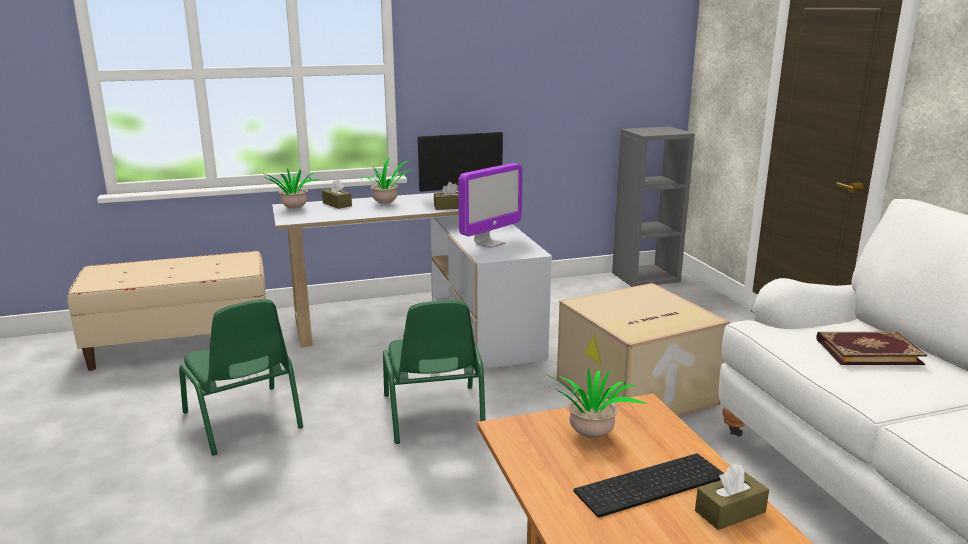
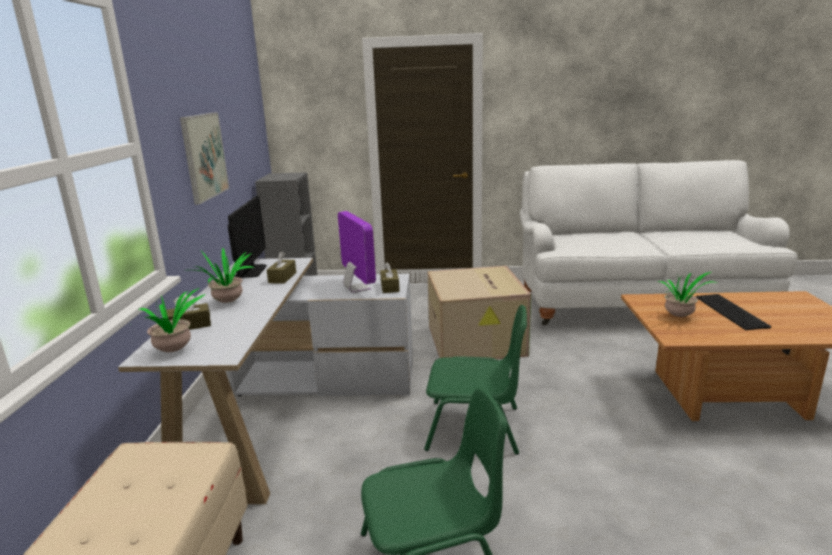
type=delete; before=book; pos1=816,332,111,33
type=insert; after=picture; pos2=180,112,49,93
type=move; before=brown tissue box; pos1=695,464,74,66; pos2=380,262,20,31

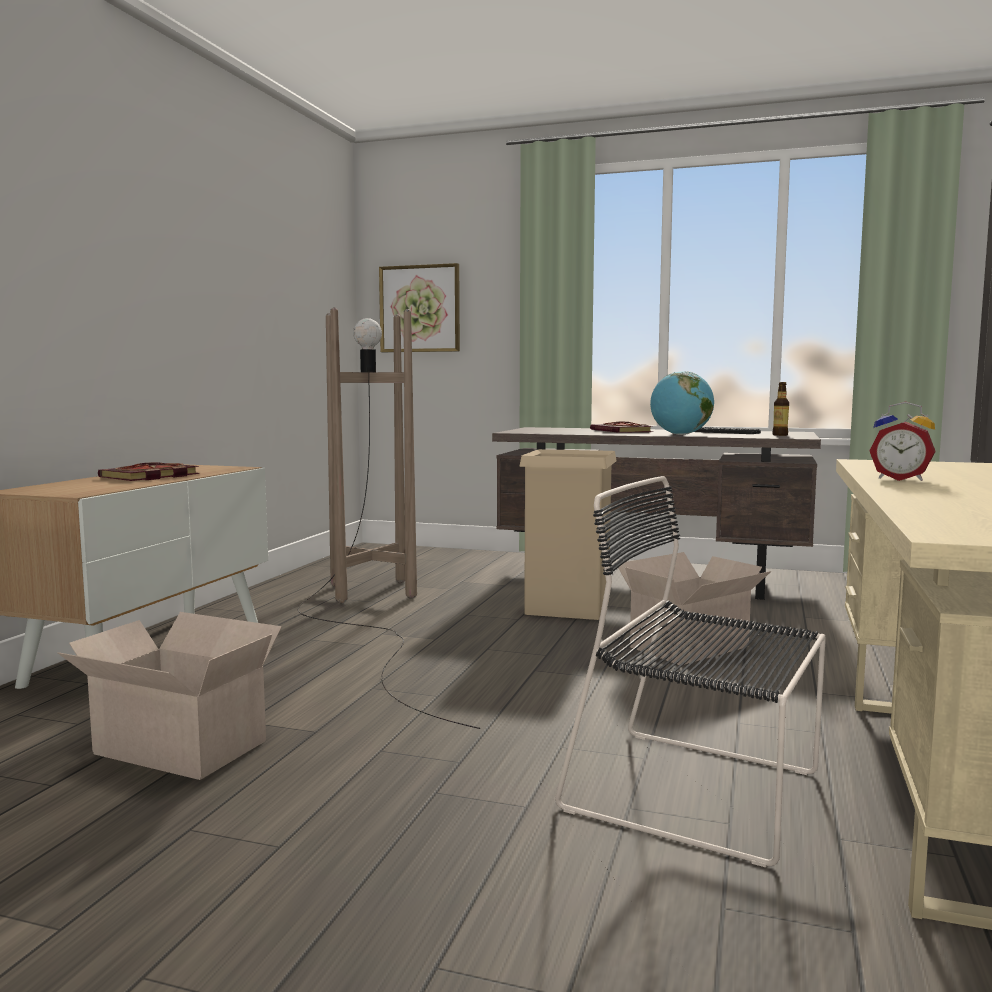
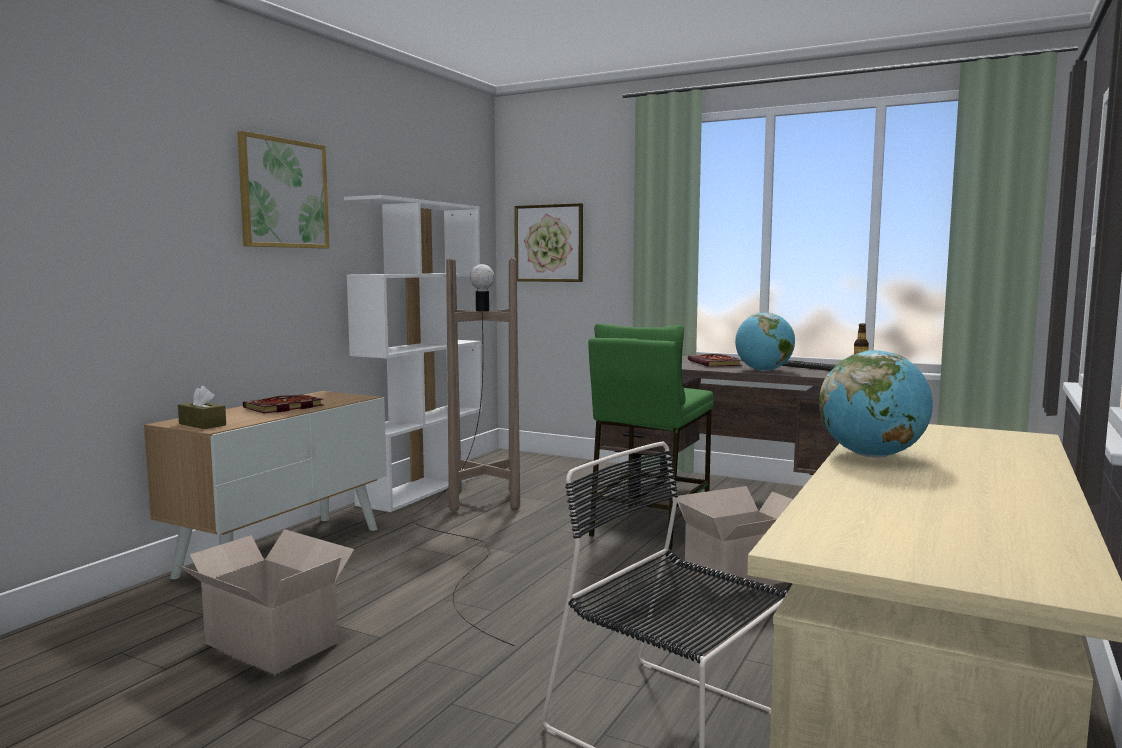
type=insert; after=brown tissue box; pos2=178,386,48,43
type=insert; after=picture; pos2=237,131,93,118
type=insert; after=white bookcase; pos2=344,195,138,317
type=replace; before=beige trash can; after=green stool; pos1=519,449,97,171; pos2=588,324,126,226
type=replace; before=alarm clock; after=globe; pos1=869,402,67,79; pos2=819,350,114,108

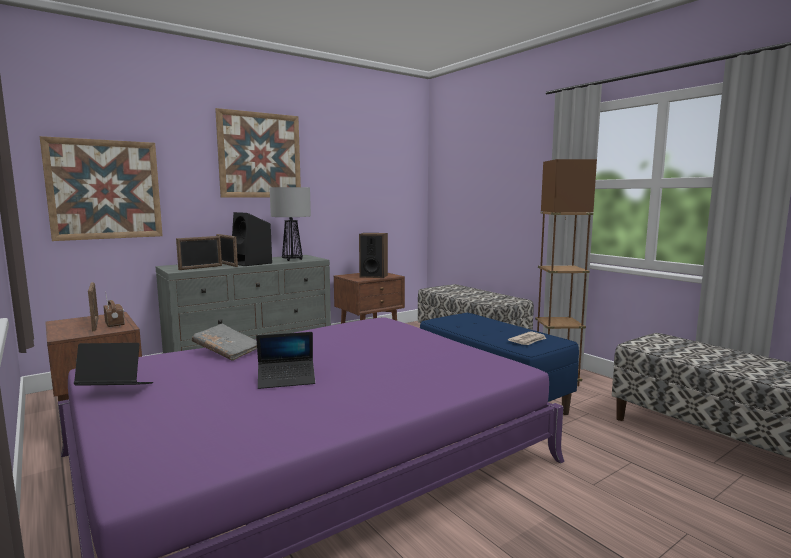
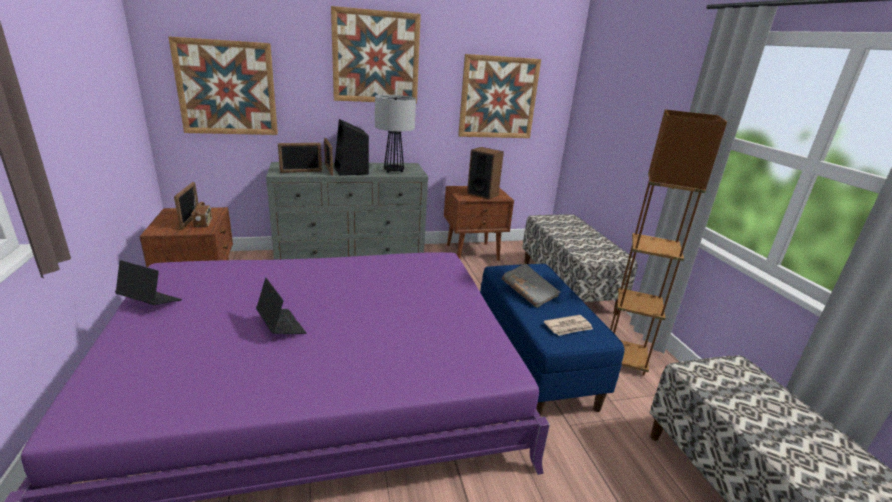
type=insert; after=picture; pos2=458,54,83,84
type=move; before=grey book; pos1=192,323,65,38; pos2=502,263,58,45
type=rotate; before=laptop; pos1=256,332,59,57; pos2=256,278,50,56; turn=-135

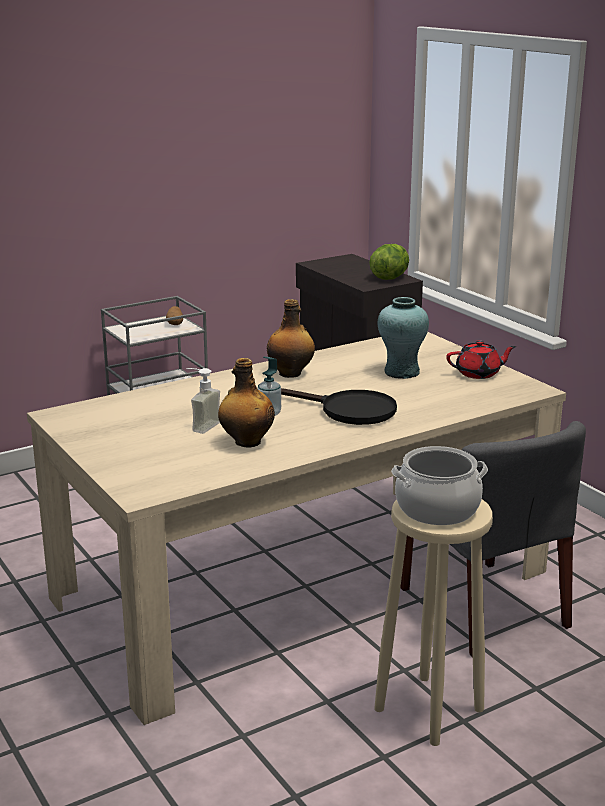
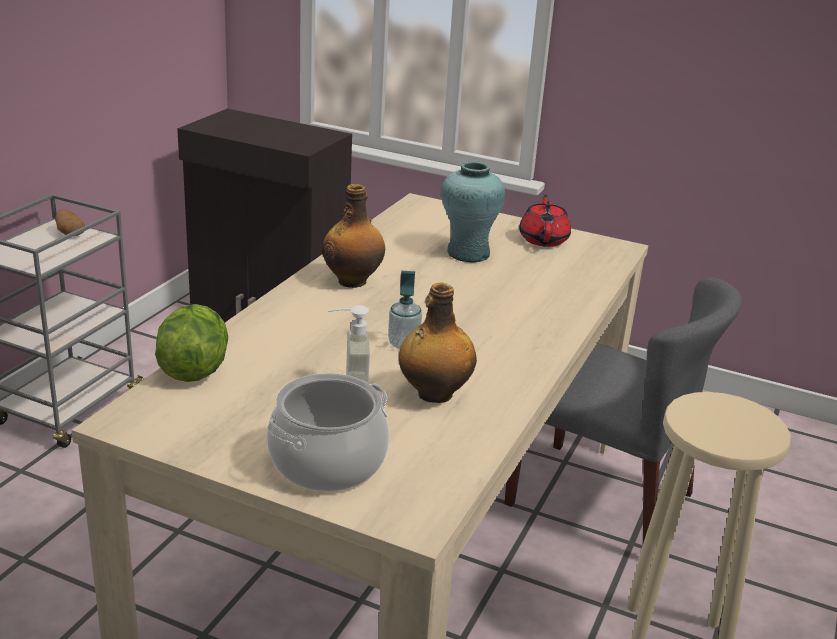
type=delete; before=black frying pan; pos1=281,388,116,37
type=move; before=lettuce; pos1=369,244,40,36; pos2=155,304,73,78
type=move; before=cooking pot; pos1=391,446,97,79; pos2=267,373,122,118
type=rotate; before=red teapot; pos1=446,340,70,39; pos2=519,195,52,52; turn=-45

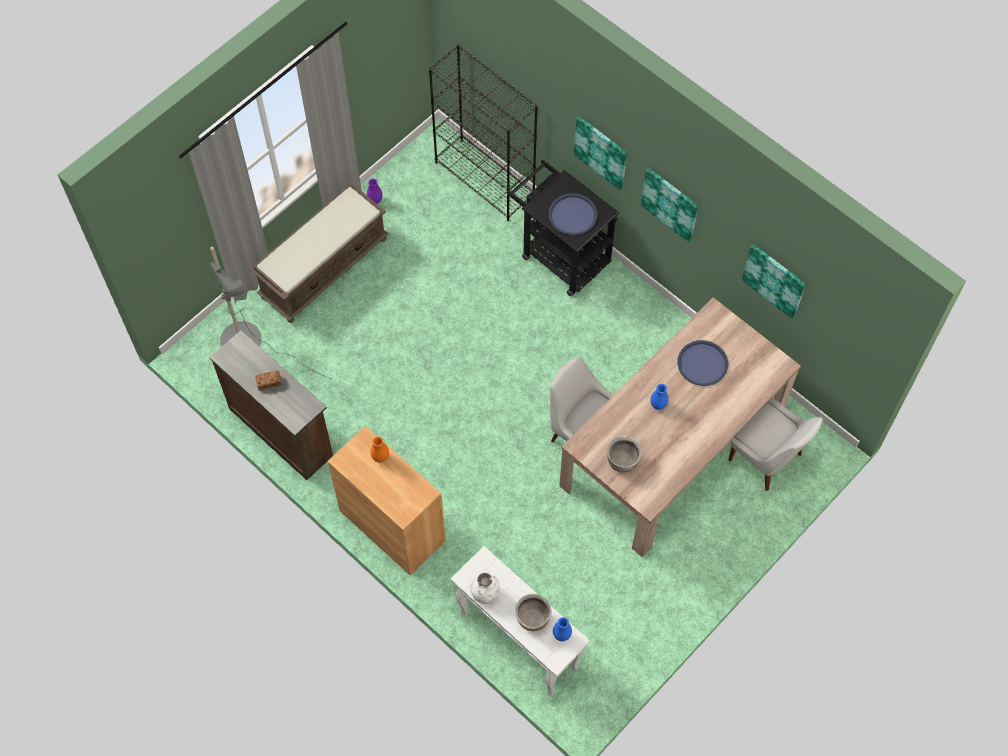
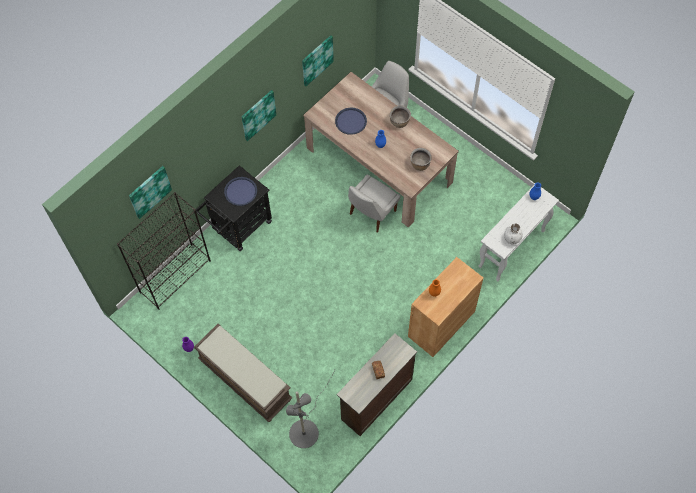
type=move; before=brown cooking pot; pos1=515,594,37,37; pos2=390,105,21,23
type=move; before=picture; pos1=574,116,53,74; pos2=129,166,43,53

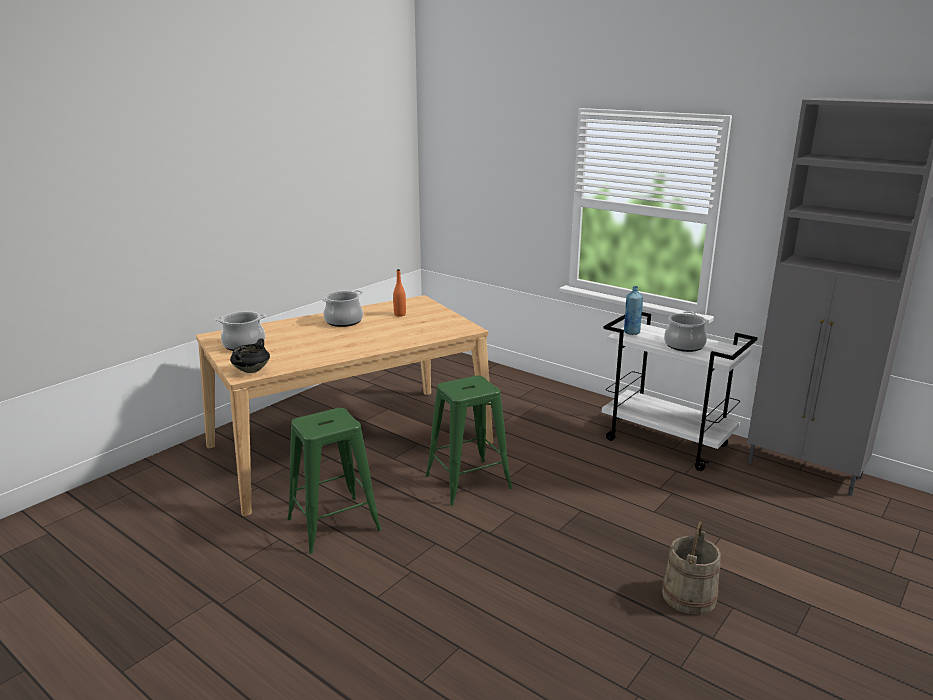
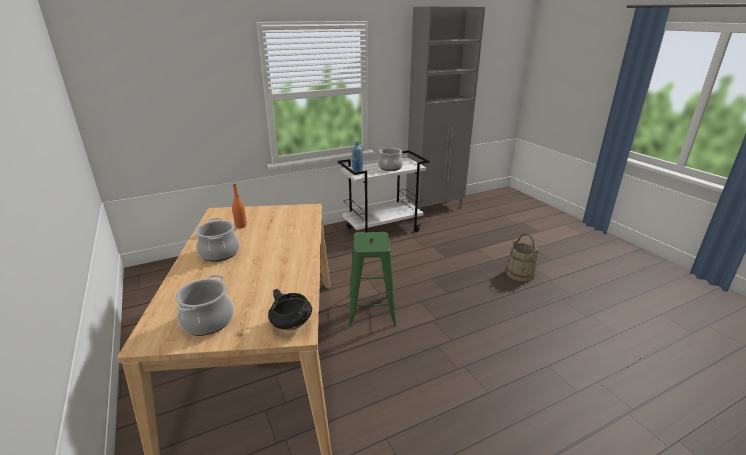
type=delete; before=green stool; pos1=287,408,95,146

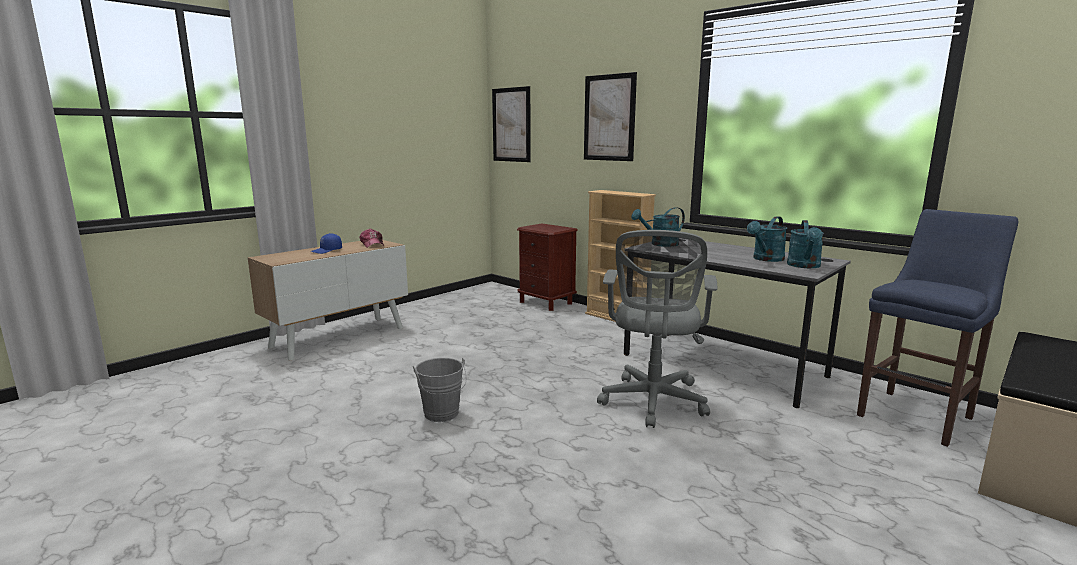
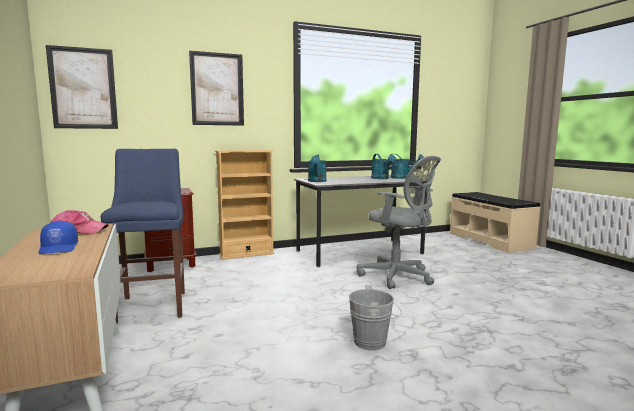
type=move; before=blue stool; pos1=857,209,161,238; pos2=101,149,84,175

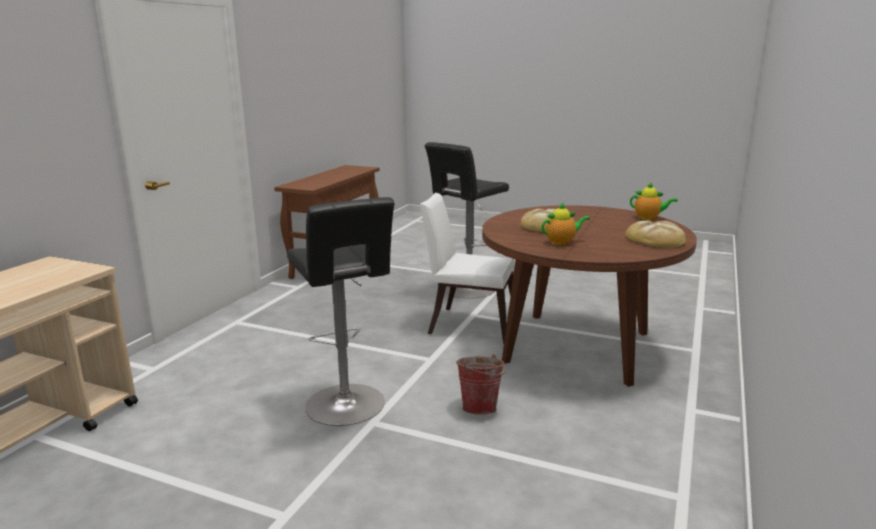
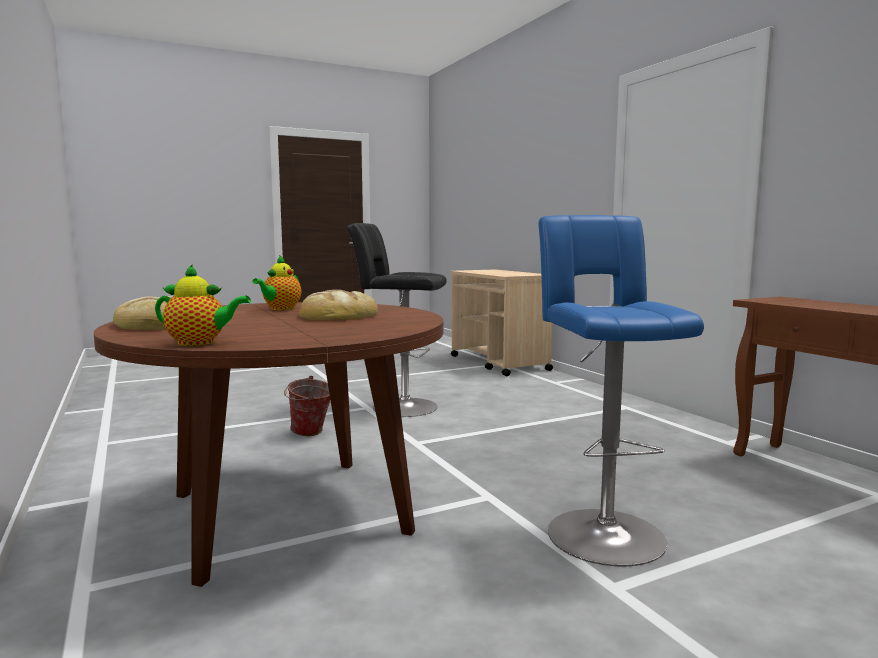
type=delete; before=white chair; pos1=420,193,94,151
type=recolor; before=black stool; after=blue stool; pos1=424,142,85,157; pos2=538,215,166,351
type=rotate; before=teapot; pos1=630,182,48,38; pos2=155,264,96,82; turn=-150

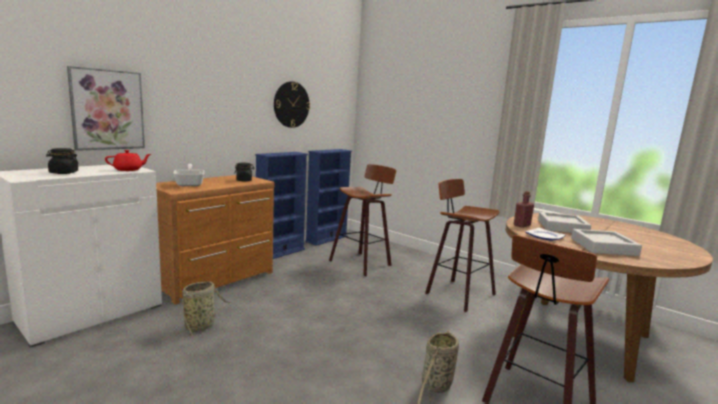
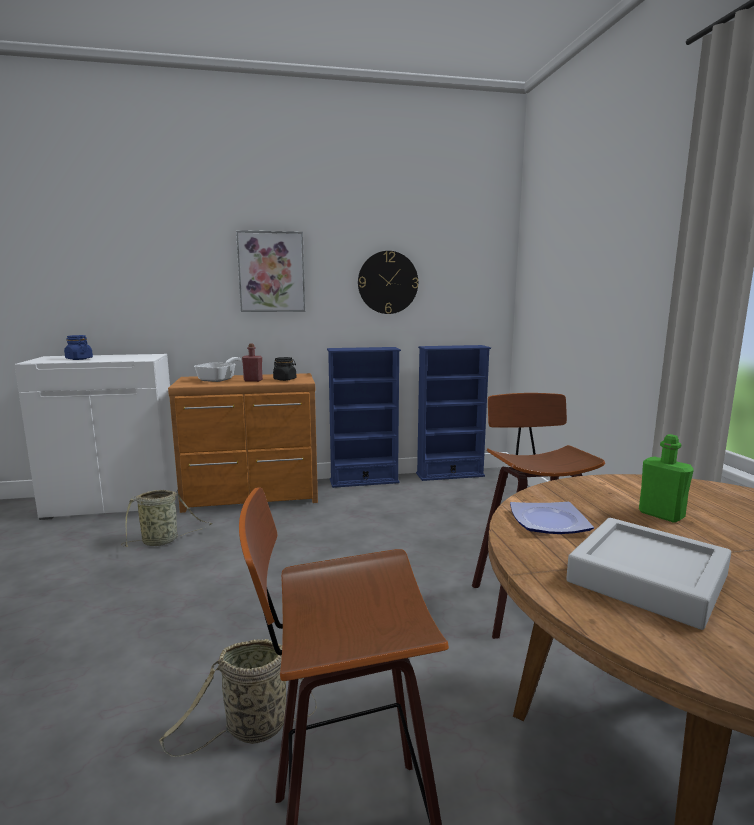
type=delete; before=red teapot; pos1=105,150,46,21
type=delete; before=stool; pos1=329,164,67,113
type=move; before=picture; pos1=67,66,78,85; pos2=236,230,69,82
type=move; before=red bottle; pos1=514,191,20,36; pos2=242,344,21,38
type=replace; before=grey tray; after=green bottle; pos1=538,212,53,21; pos2=639,434,55,89
type=recolor; before=black jar; after=blue jar; pos1=46,148,33,26; pos2=64,335,29,25

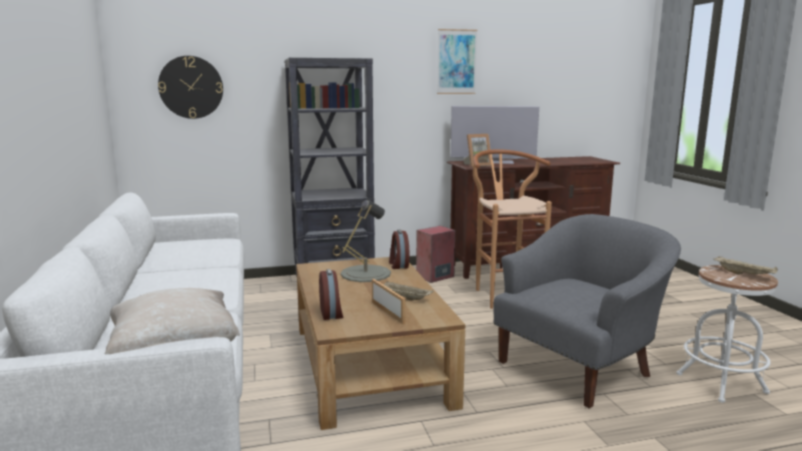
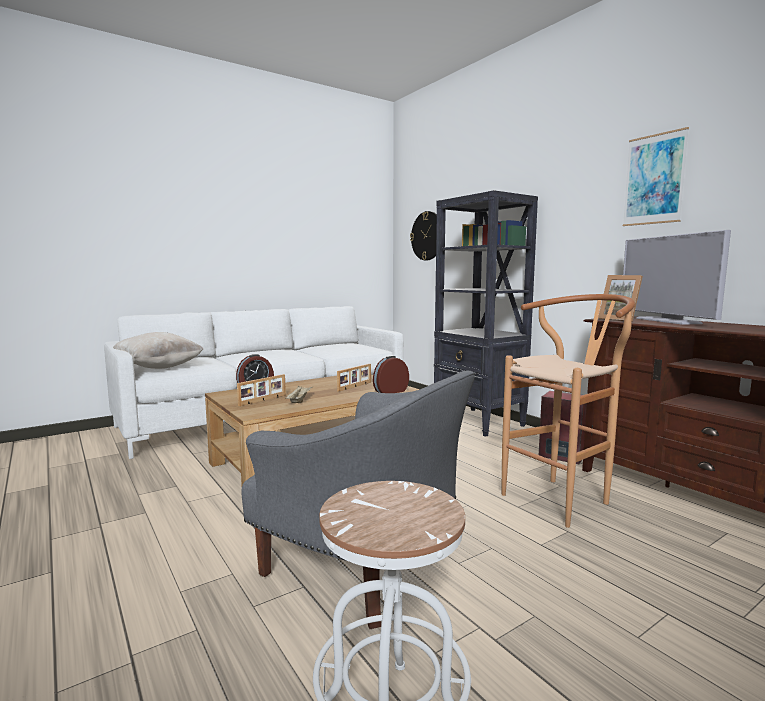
type=delete; before=beige tray; pos1=713,256,65,19
type=replace; before=grey table lamp; after=picture frame; pos1=341,199,50,83; pos2=337,364,34,28

